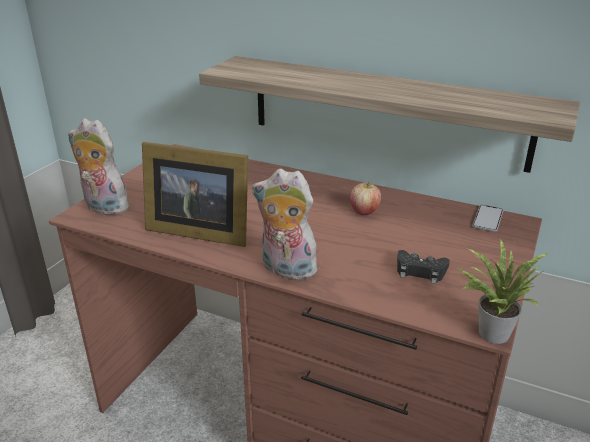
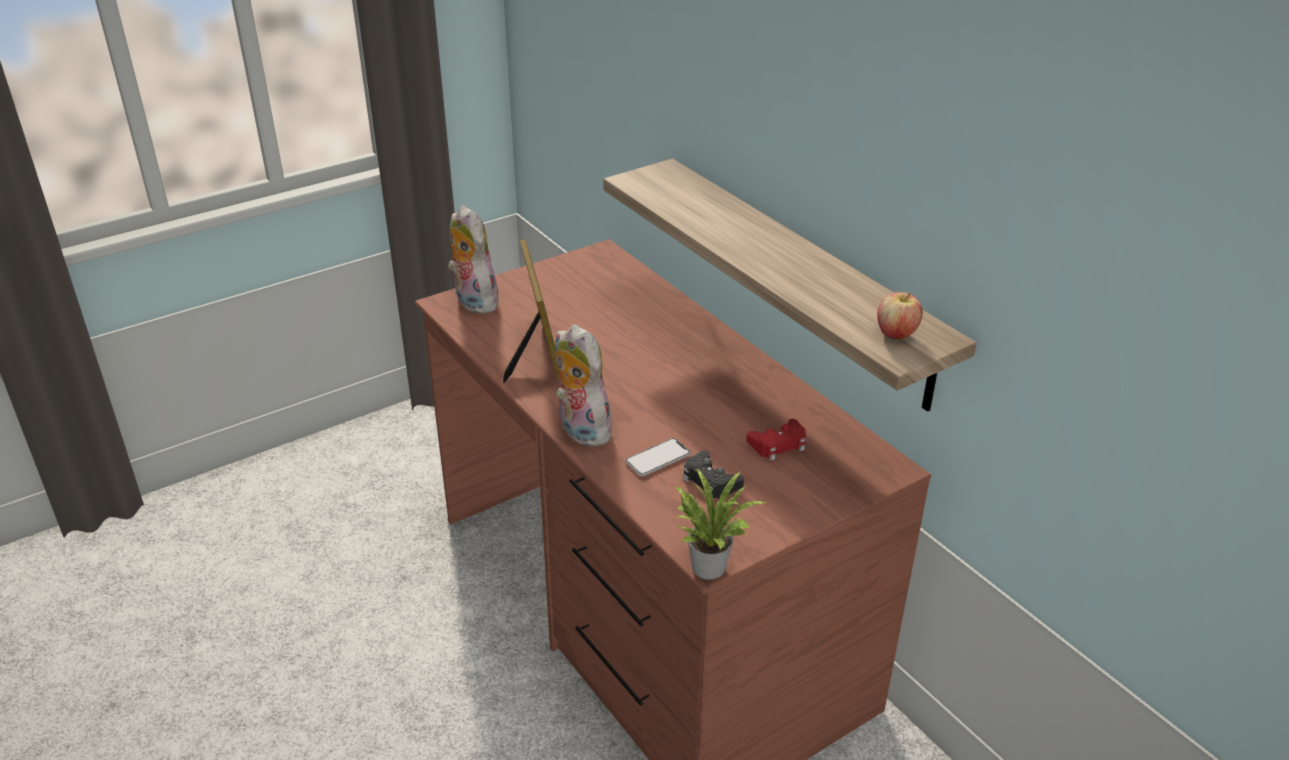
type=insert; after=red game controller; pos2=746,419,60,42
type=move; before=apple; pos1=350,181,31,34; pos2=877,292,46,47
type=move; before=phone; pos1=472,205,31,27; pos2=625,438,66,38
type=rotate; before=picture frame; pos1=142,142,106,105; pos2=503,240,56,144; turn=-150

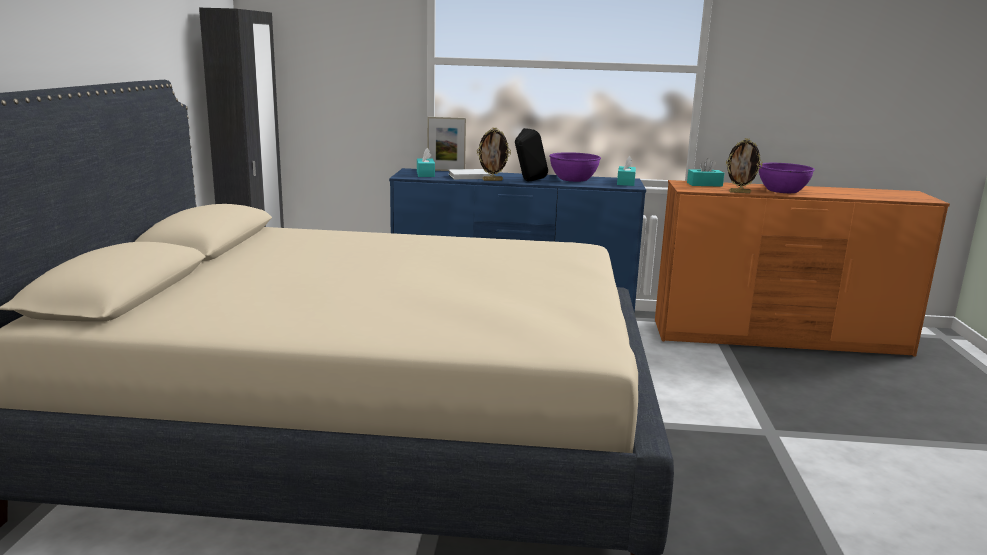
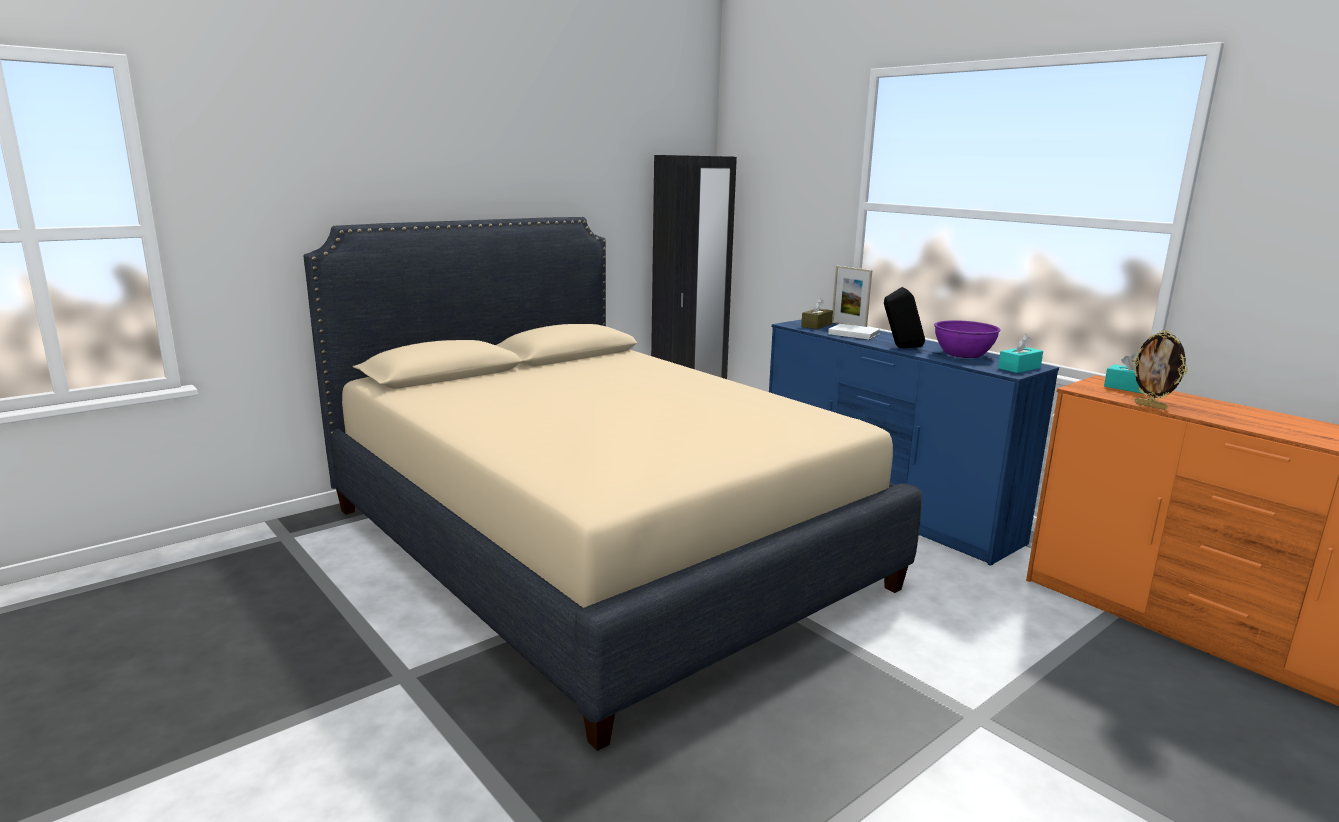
type=delete; before=picture frame; pos1=477,127,34,54
type=delete; before=purple bowl; pos1=759,163,56,30
type=recolor; before=turquoise tissue box; after=brown tissue box; pos1=417,148,18,29; pos2=801,298,32,31

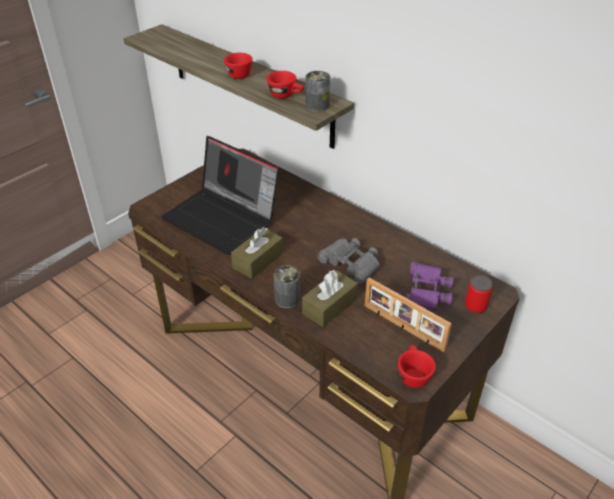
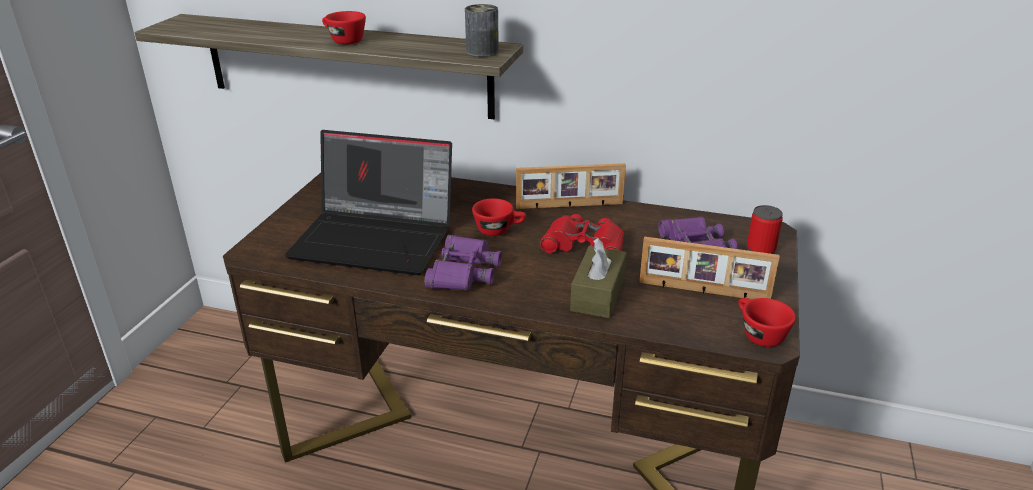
type=delete; before=can; pos1=274,265,26,43
type=insert; after=picture frame; pos2=516,163,110,46
type=move; before=red cup; pos1=266,71,38,27; pos2=472,198,54,38
type=replace; before=brown tissue box; after=purple binoculars; pos1=231,227,52,52; pos2=425,235,77,55
type=recolor; before=grey binoculars; after=red binoculars; pos1=317,238,63,46; pos2=540,214,85,39

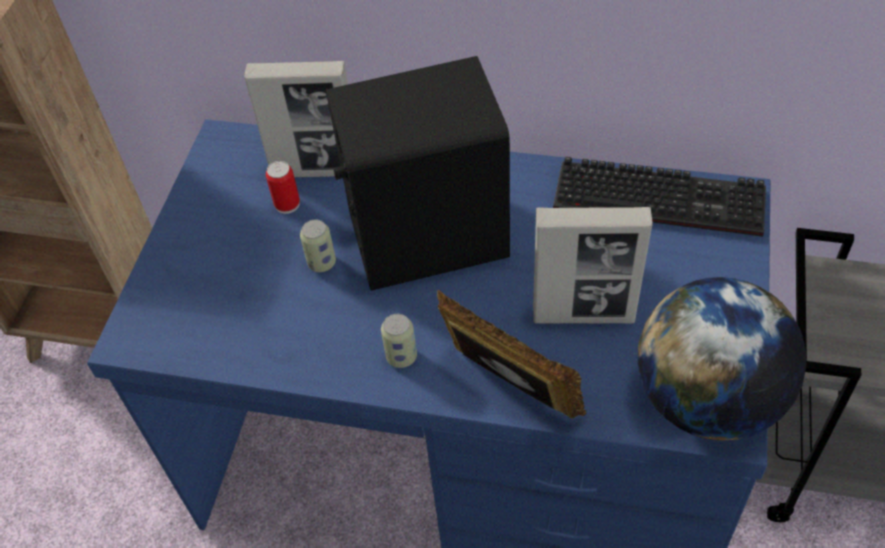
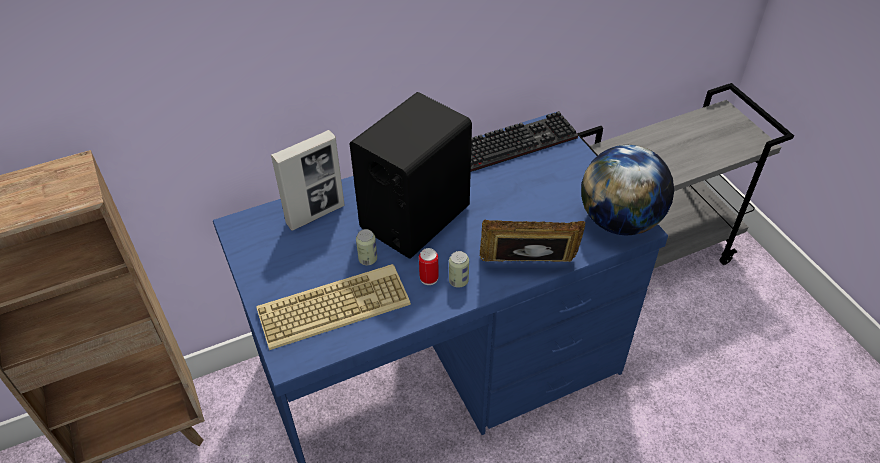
type=delete; before=picture frame; pos1=533,207,120,117
type=insert; after=keyboard; pos2=256,264,155,86
type=move; before=can; pos1=266,161,34,53; pos2=419,248,20,37

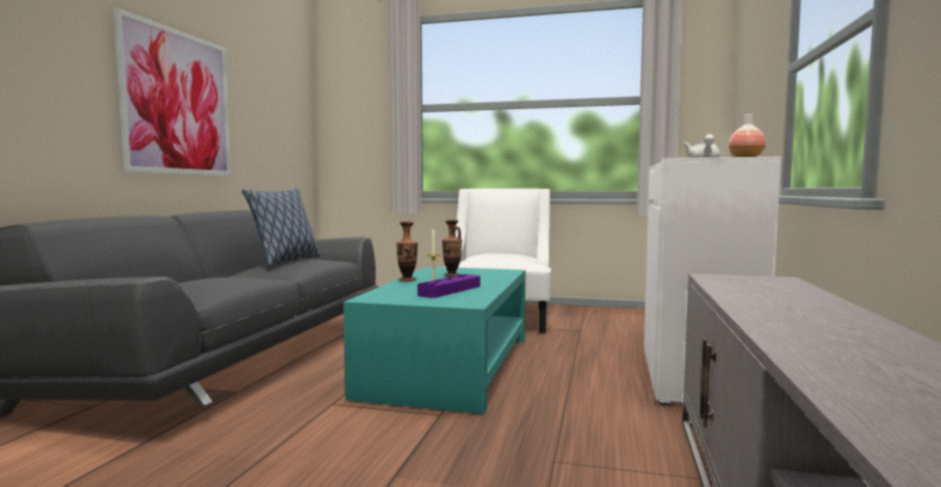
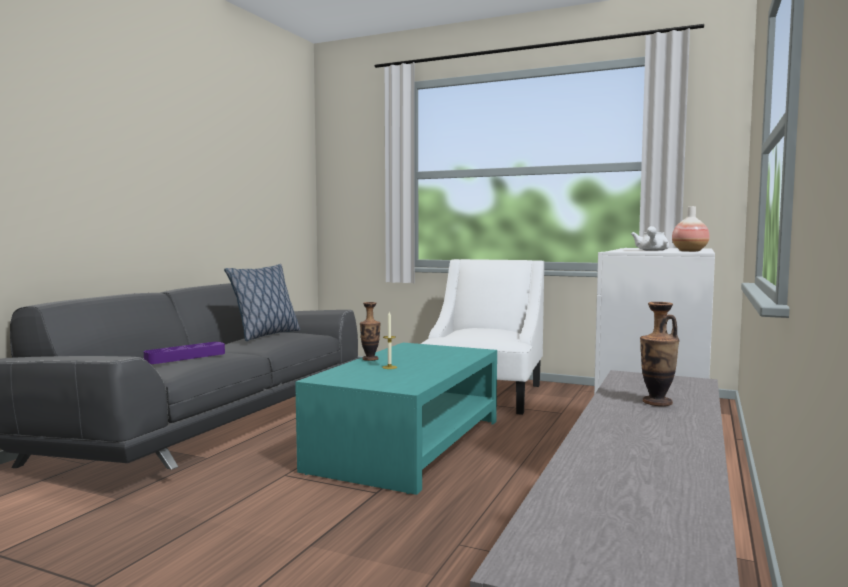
type=delete; before=picture; pos1=113,8,118,168
type=move; before=purple tray; pos1=417,274,63,24; pos2=144,342,81,22
type=move; before=vase; pos1=442,220,20,57; pos2=640,302,39,104

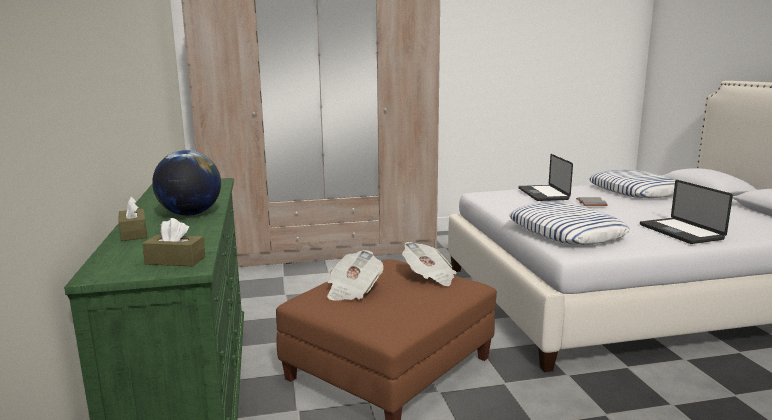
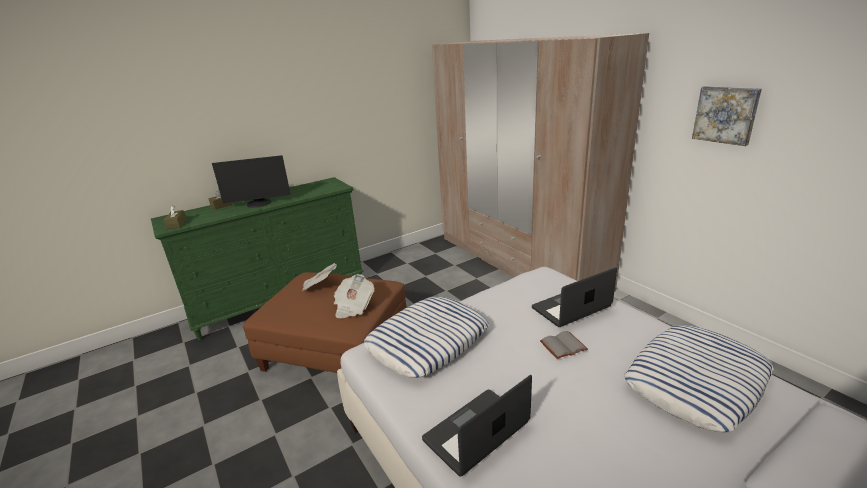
type=insert; after=picture; pos2=692,86,70,60
type=replace; before=globe; after=monitor; pos1=152,150,69,66; pos2=212,155,79,53

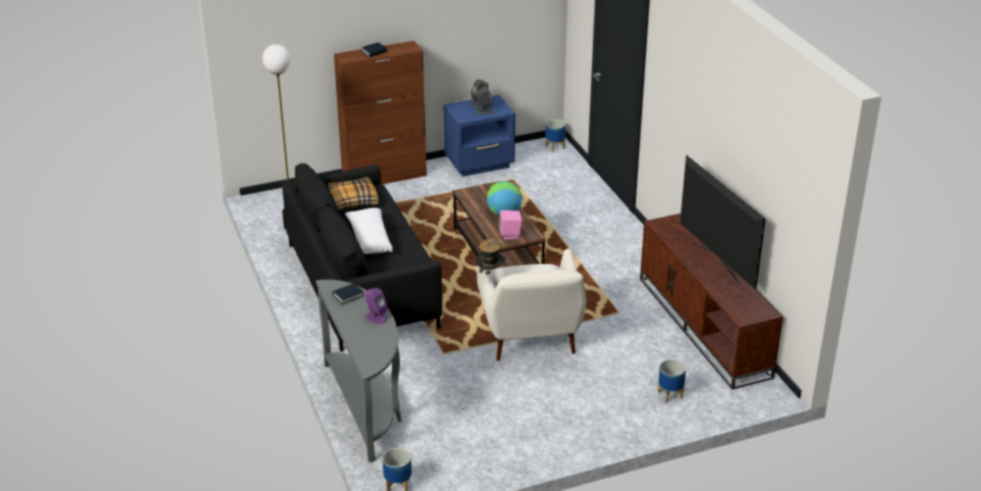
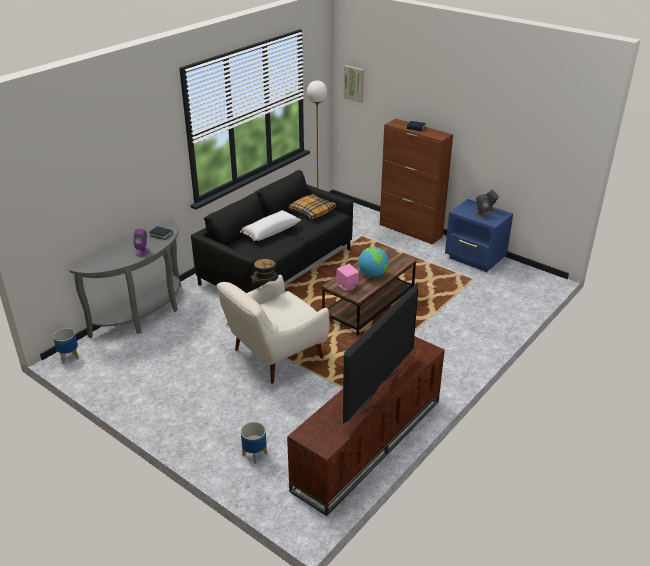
type=delete; before=planter; pos1=545,119,21,33
type=insert; after=picture; pos2=343,65,21,38

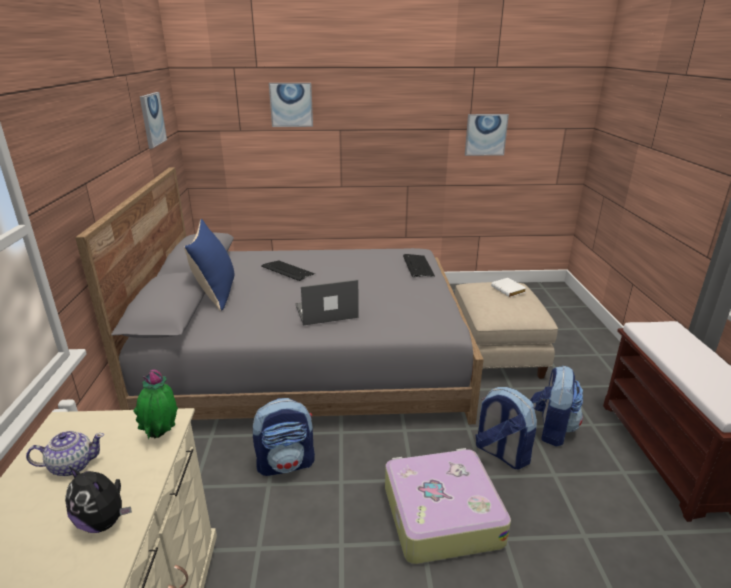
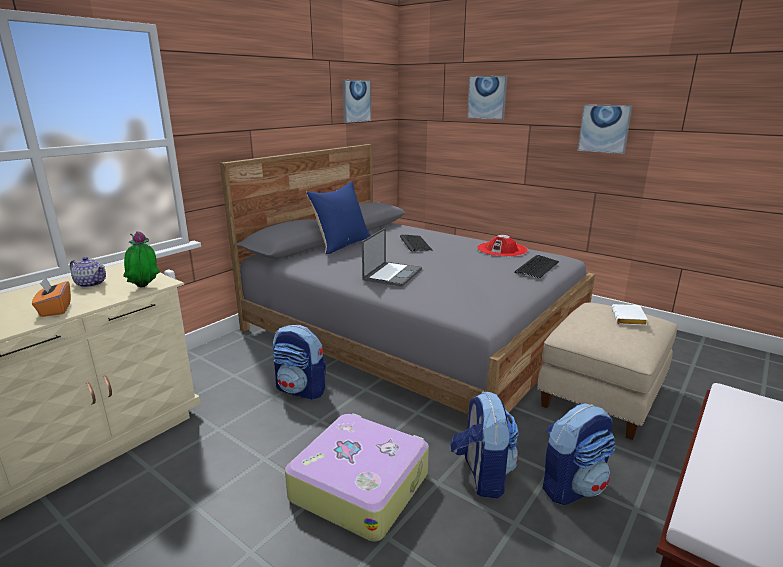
type=insert; after=red hat; pos2=477,235,51,22
type=move; before=picture; pos1=465,114,44,42; pos2=578,104,55,50
type=replace; before=plush toy; after=orange tissue box; pos1=65,466,67,67; pos2=32,277,39,40
type=rotate; before=laptop; pos1=296,280,63,46; pos2=362,228,60,59; turn=90

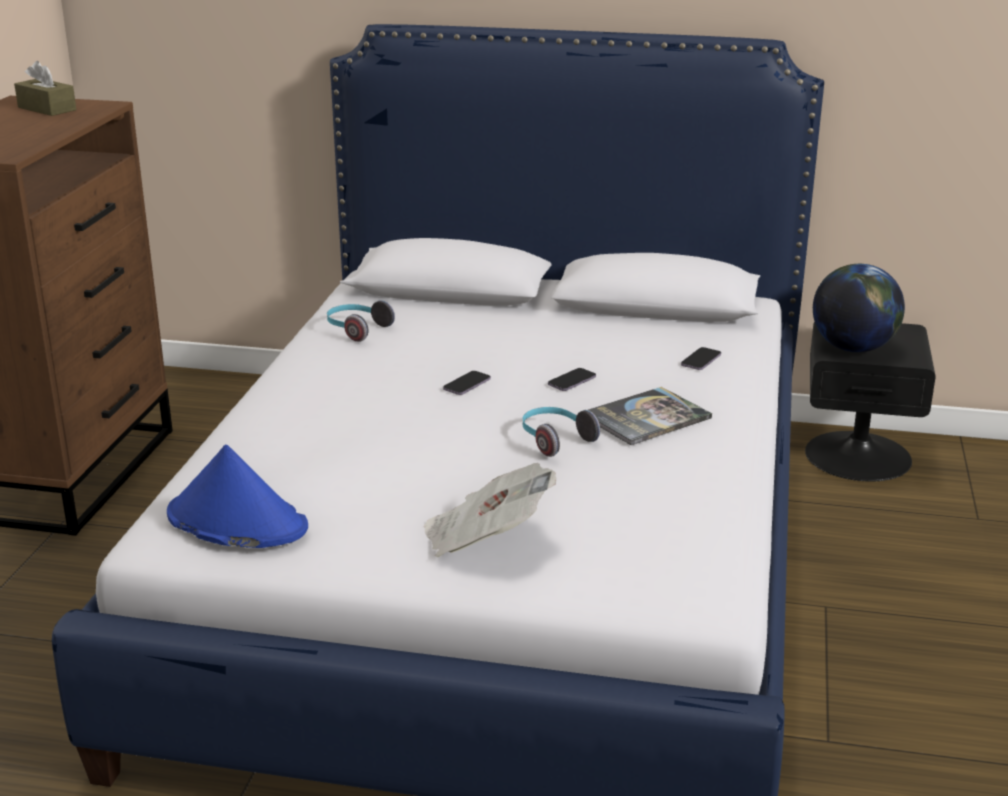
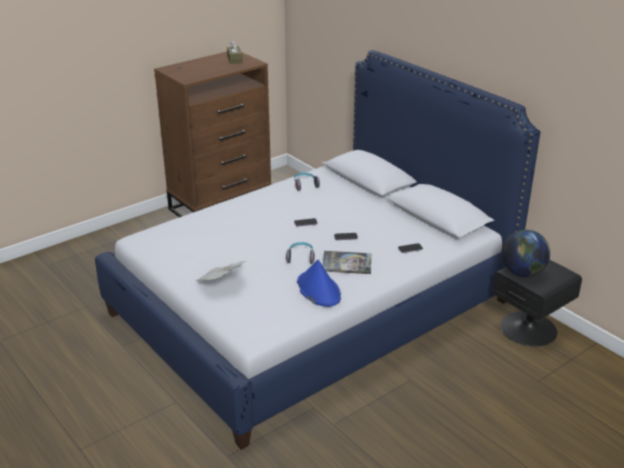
type=move; before=blue hat; pos1=167,444,141,104; pos2=297,260,44,47

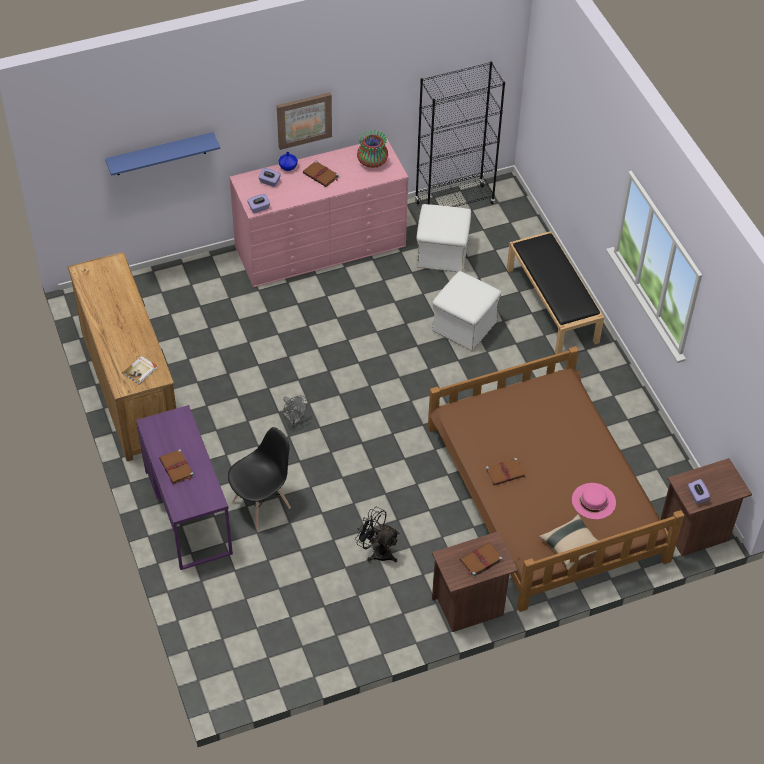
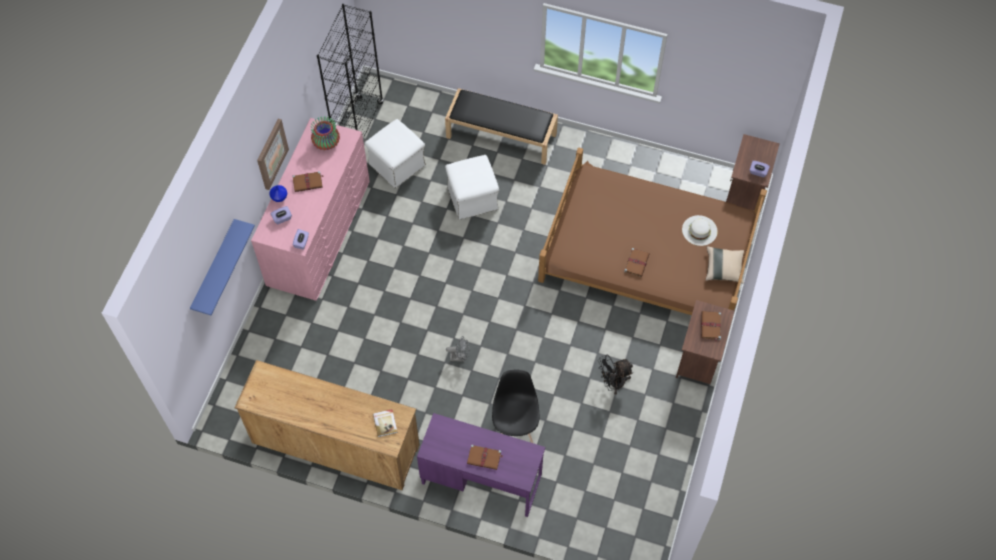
type=recolor; before=pink hat; after=white hat; pos1=572,483,44,36; pos2=682,215,36,31

